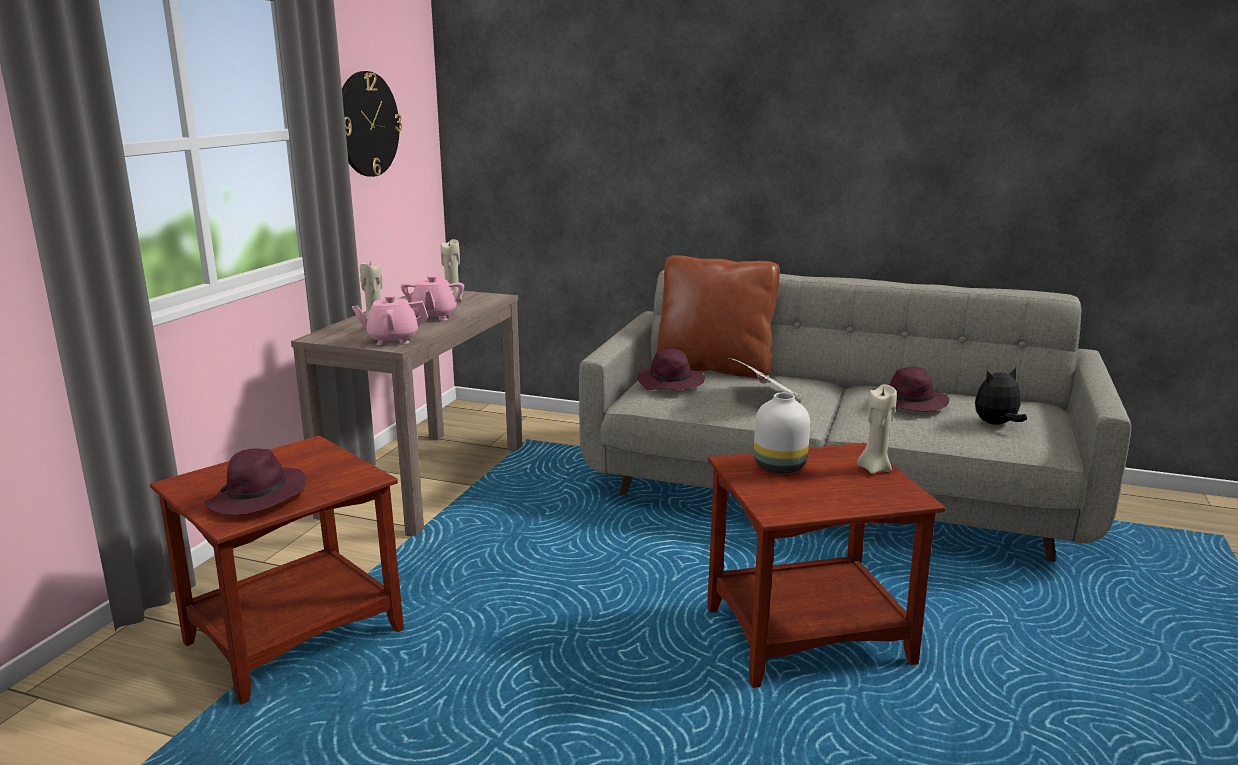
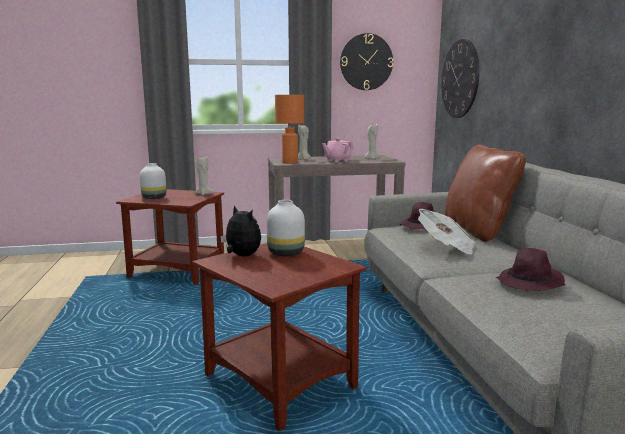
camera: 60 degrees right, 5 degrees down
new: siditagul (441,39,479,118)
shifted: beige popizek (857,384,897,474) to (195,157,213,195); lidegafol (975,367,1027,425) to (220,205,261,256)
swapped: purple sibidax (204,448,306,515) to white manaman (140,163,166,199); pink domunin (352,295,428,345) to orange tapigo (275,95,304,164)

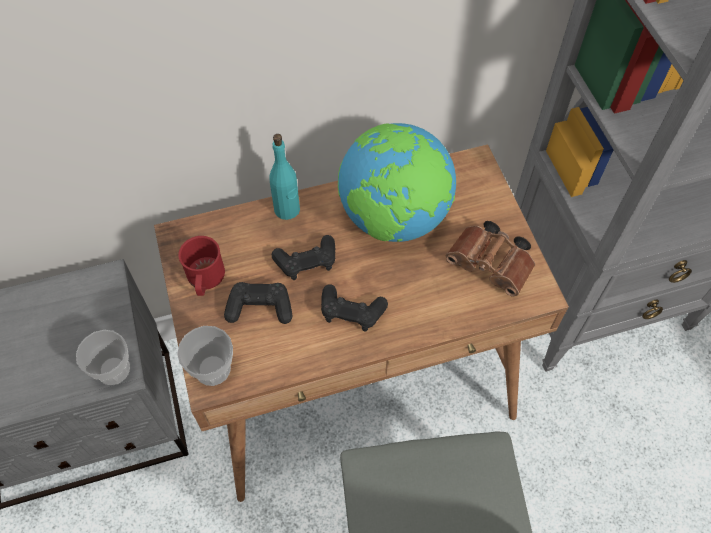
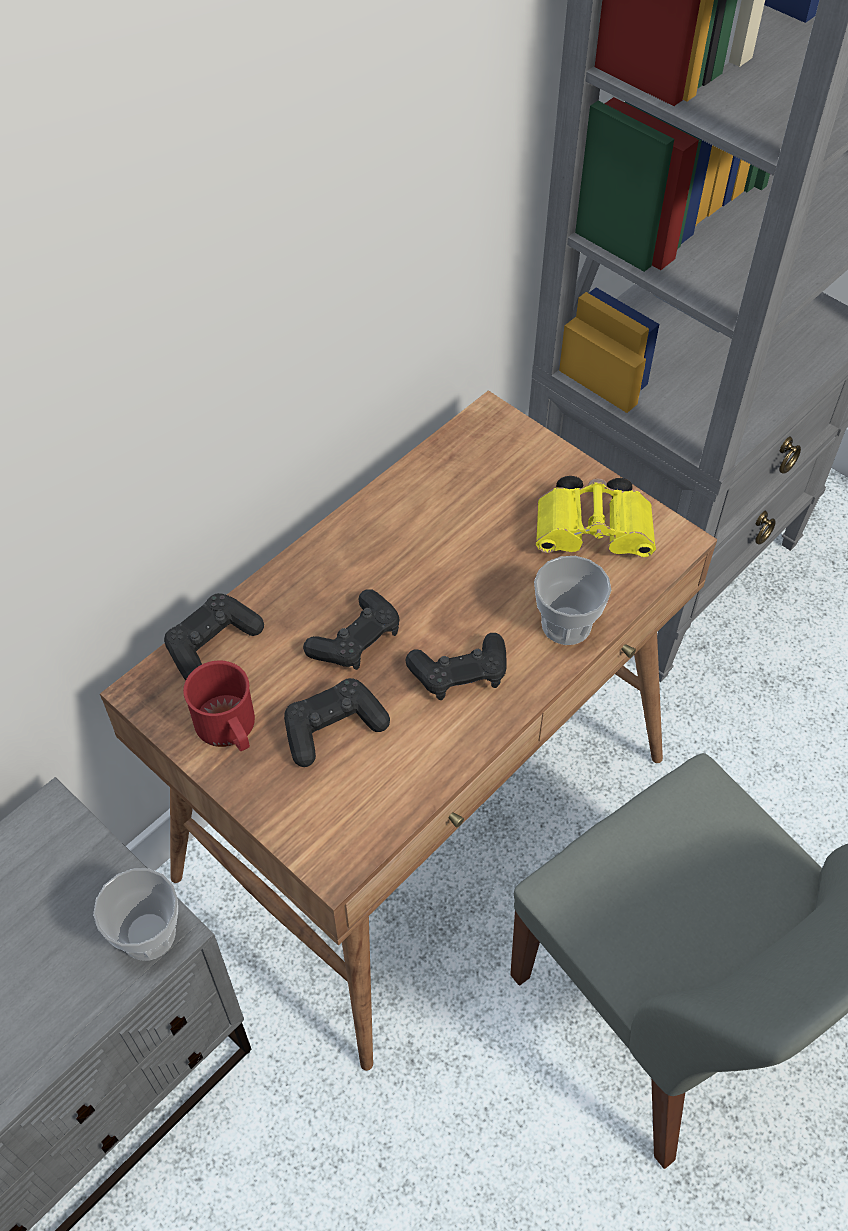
camera: 30 degrees left, 5 degrees down
gone: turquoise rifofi (269,134,300,220); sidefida (338,123,456,242)
new: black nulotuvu (164,593,264,681)
shifted: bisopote (177,326,233,386) to (534,556,611,645)
repainted: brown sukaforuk (446,221,535,297) to yellow sukaforuk (536,476,656,557)

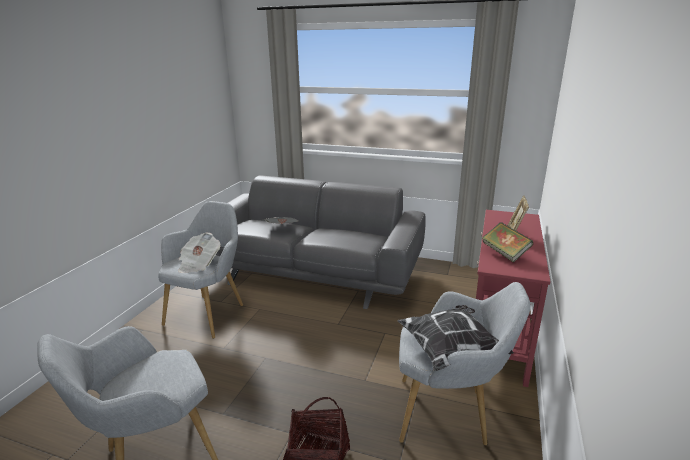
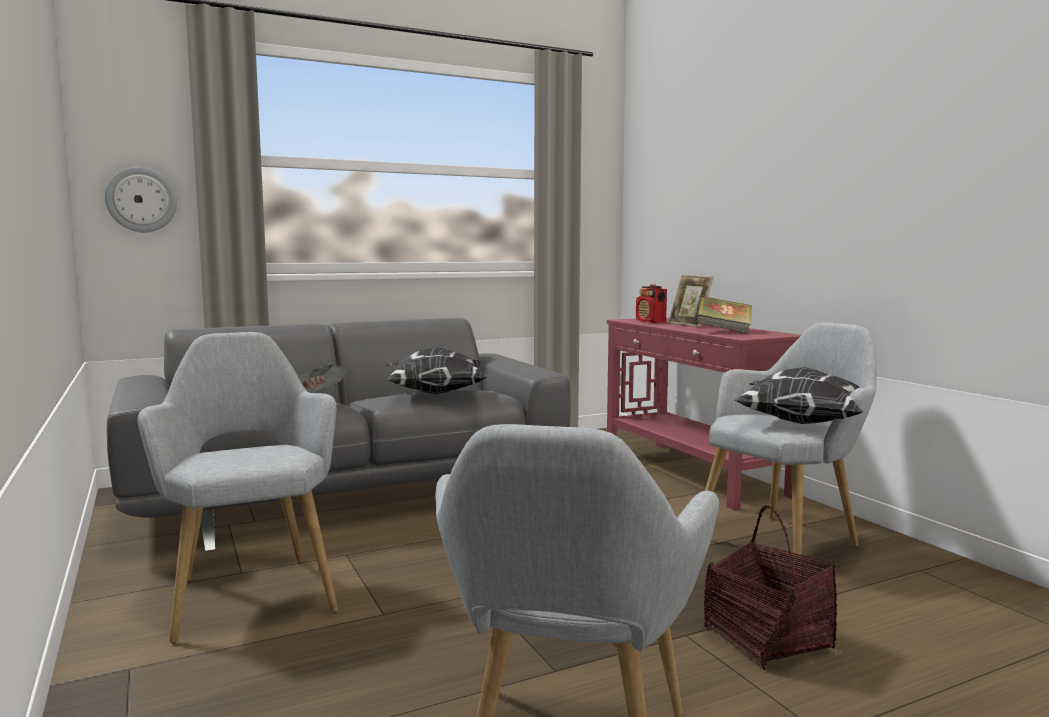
camera: 45 degrees left, 15 degrees down
gone: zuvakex (178,233,220,273)
new: siditagul (105,167,177,232); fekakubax (386,347,488,394); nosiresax (636,284,667,323)

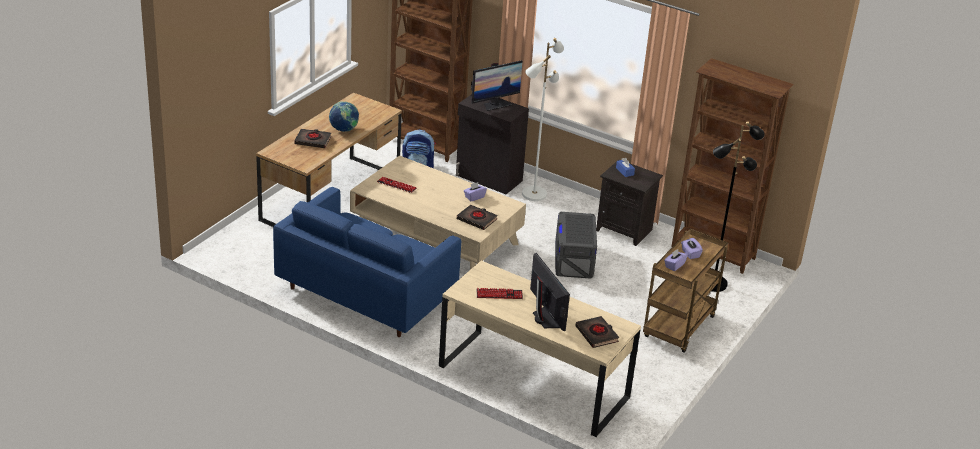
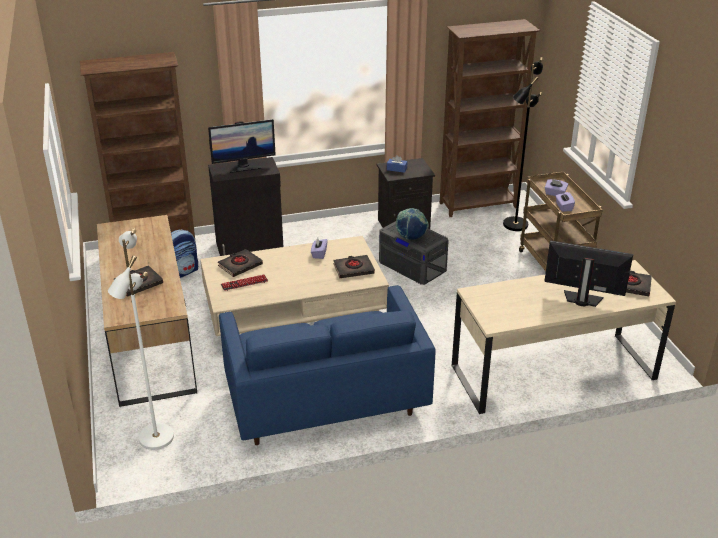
camera: 45 degrees left, 0 degrees up
gone: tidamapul (477,288,523,299)
new: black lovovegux (218,249,263,277)
shifted: sidefida (329,102,359,132) to (396,208,429,240); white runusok (522,38,564,201) to (108,229,174,450)
rotated: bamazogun (471,60,523,111) = (208,119,276,173) 60 degrees clockwise

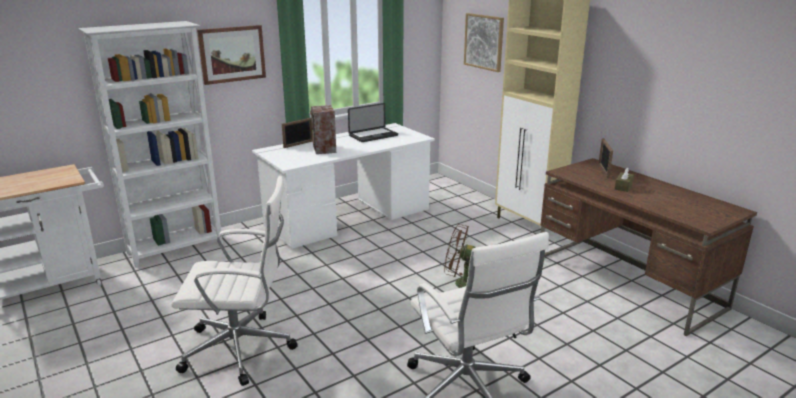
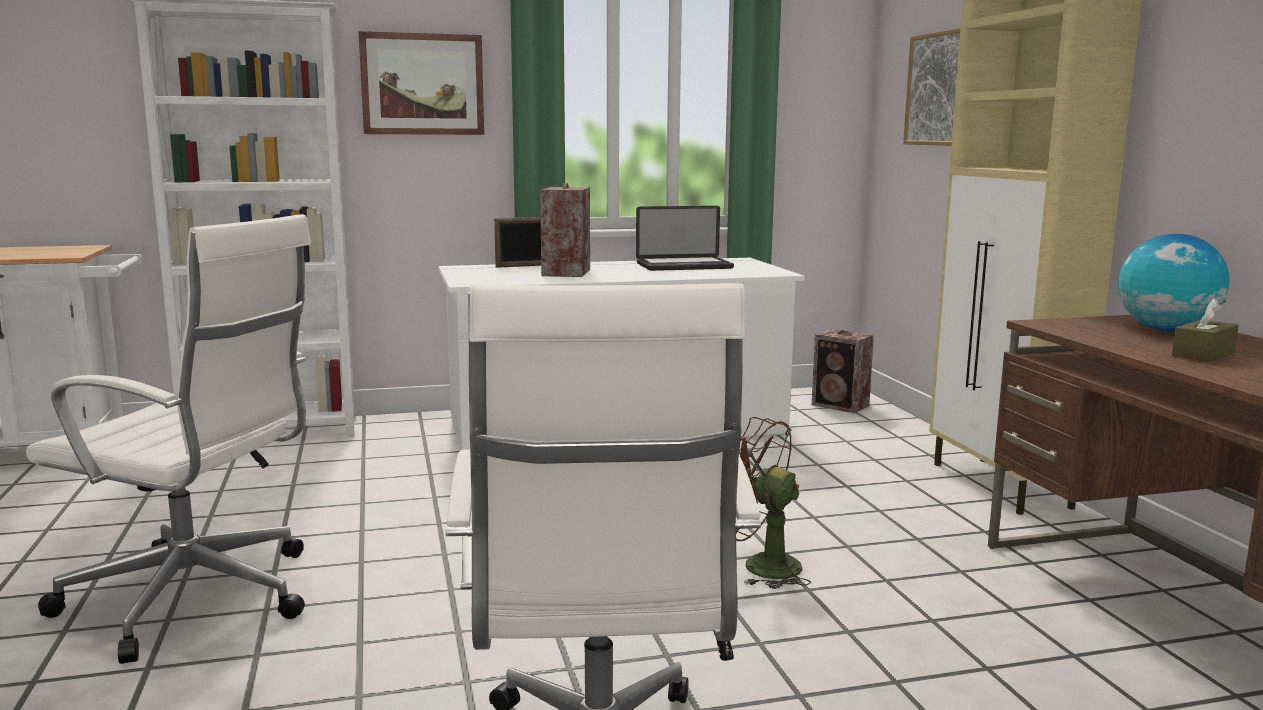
camera: 20 degrees right, 10 degrees down
new: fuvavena (812,329,874,413)
swapped: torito (598,138,613,178) to sidefida (1118,234,1230,332)

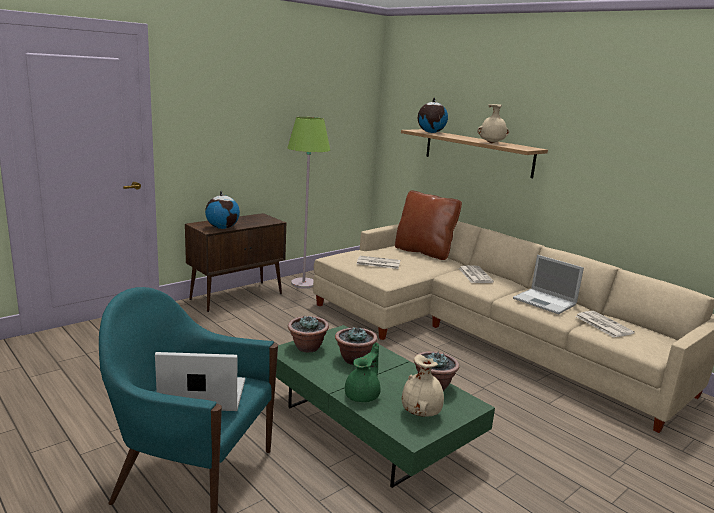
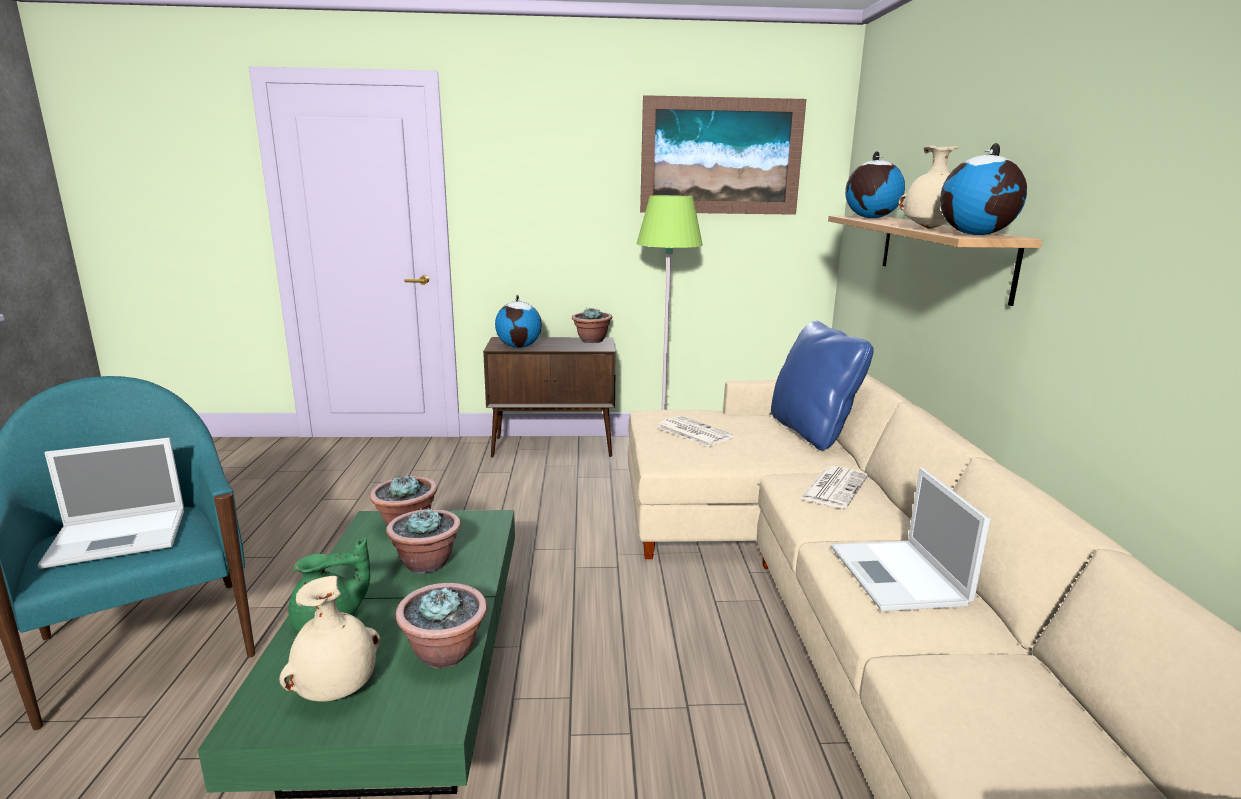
camera: 40 degrees right, 0 degrees up
gone: zuvakex (575,311,635,337)
new: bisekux (572,308,612,343); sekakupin (640,95,806,215); sidefida (940,143,1027,235)
repainted: brown fekakubax (395,190,462,260) to blue fekakubax (771,320,874,450)
rotated: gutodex (155,352,245,411) = (38,438,184,569) 120 degrees clockwise

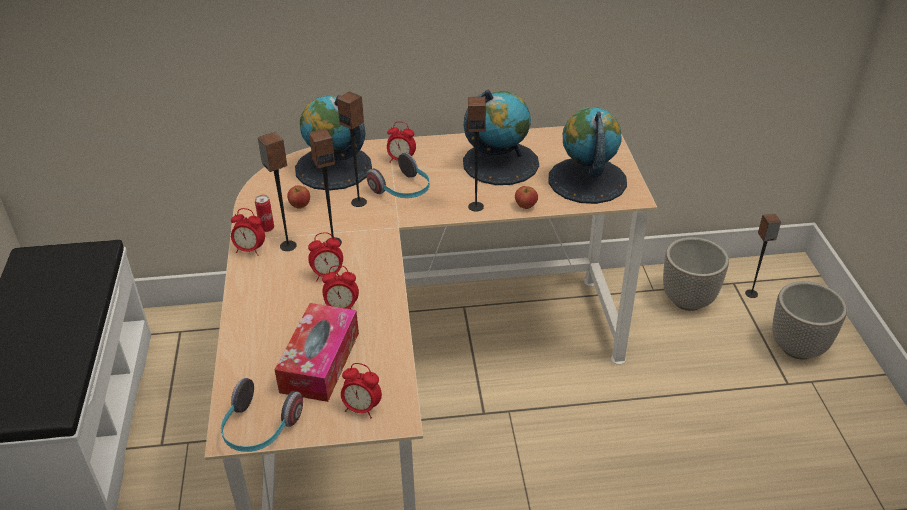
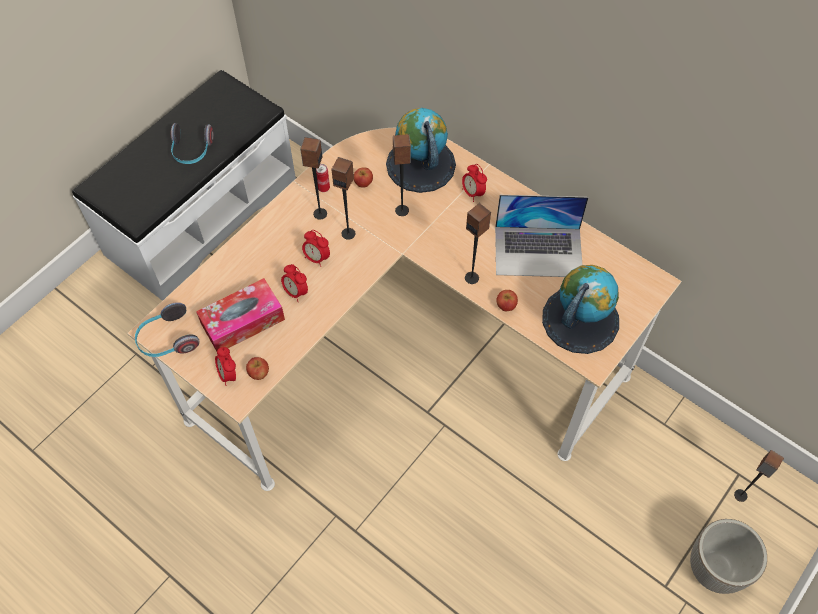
camera: 45 degrees right, 20 degrees up
gone: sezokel (231,208,265,256); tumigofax (663,237,729,311)
new: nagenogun (246,357,269,380)
shifted: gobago (366,153,430,198) to (171,123,214,164)
swapped: sidefida (463,89,539,185) to gutodex (495,195,589,277)

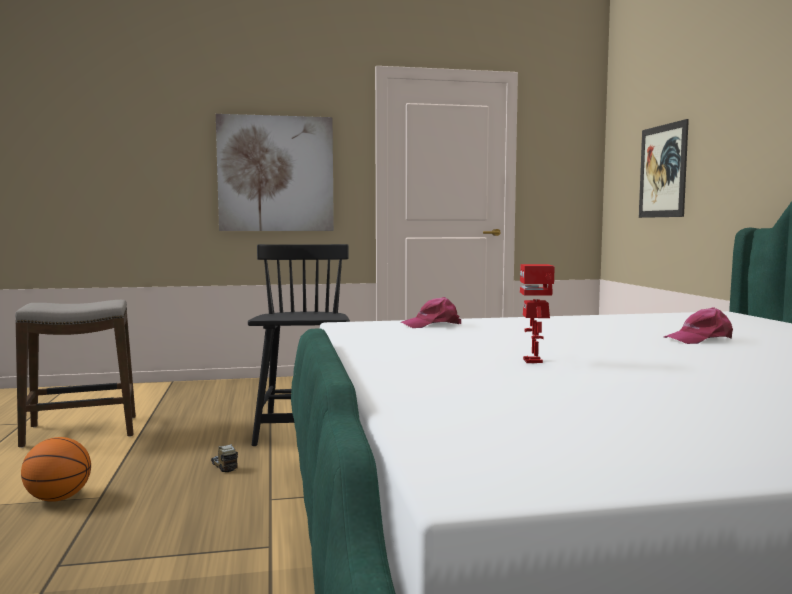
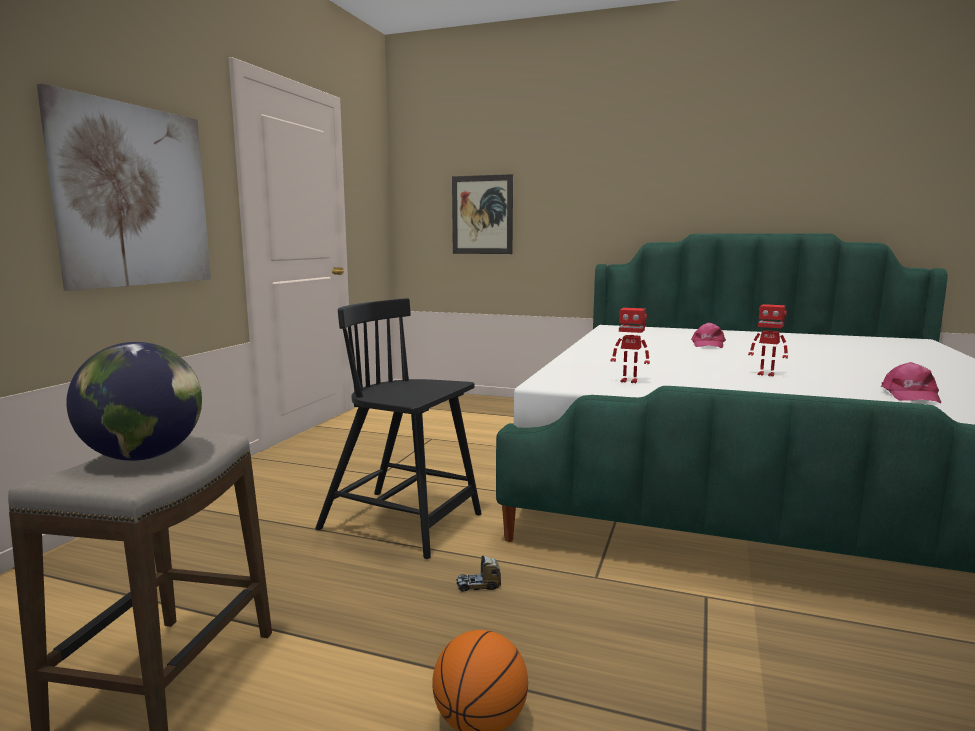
camera: 60 degrees left, 5 degrees up
new: sidefida (66,342,202,461); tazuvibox (611,308,650,383)
shifted: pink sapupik (401,297,461,328) to (881,362,941,403)

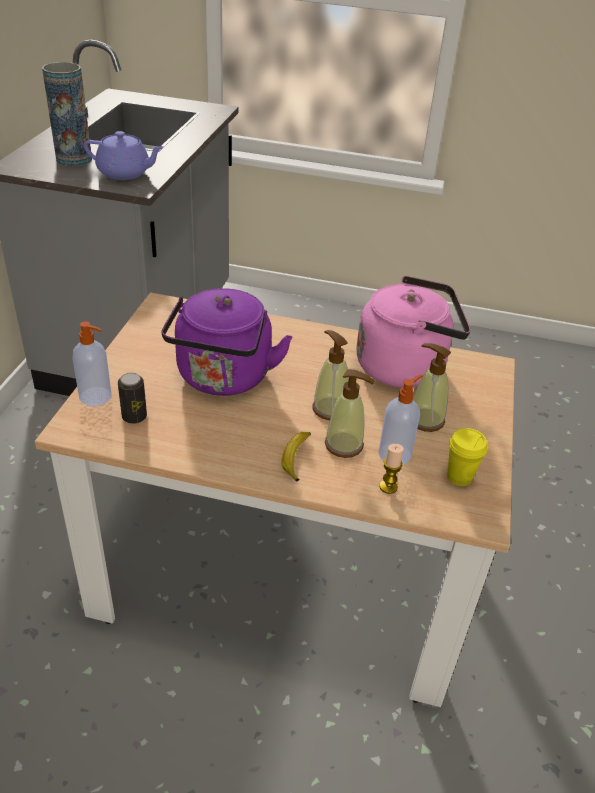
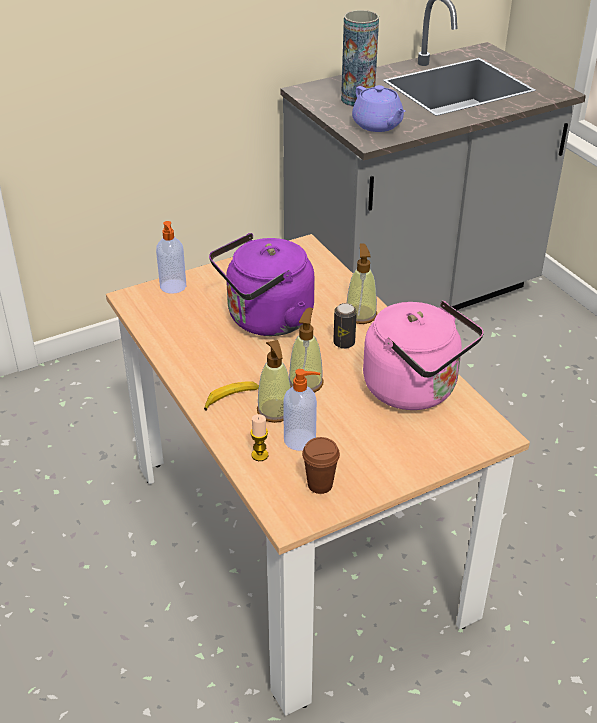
camera: 50 degrees right, 0 degrees up
shifted: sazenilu (118,373,147,424) to (333,303,357,349); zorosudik (413,343,451,432) to (347,243,377,324)
repainted: yellow bisopote (447,428,488,486) to brown bisopote (302,437,340,494)

